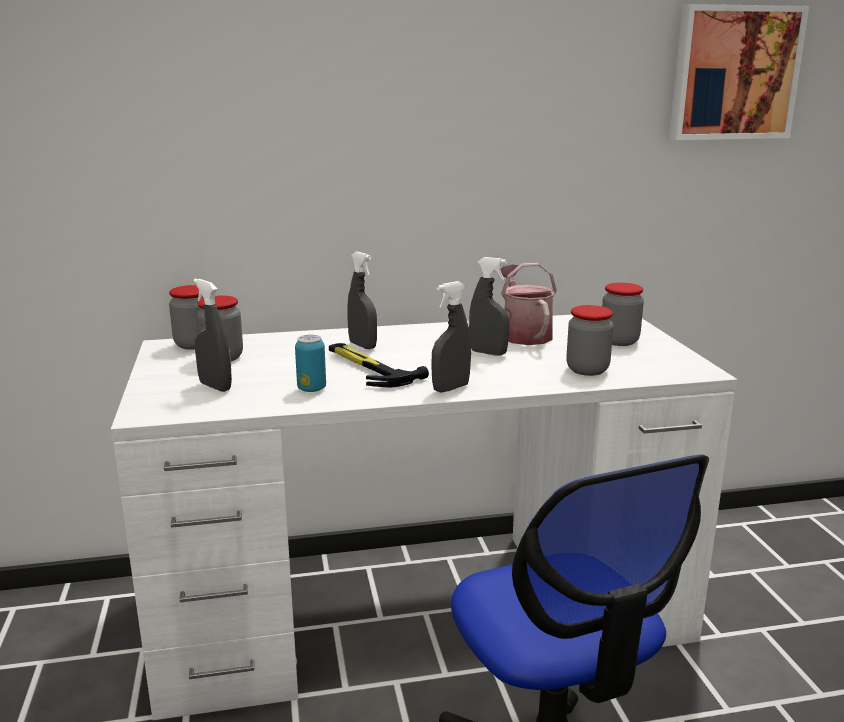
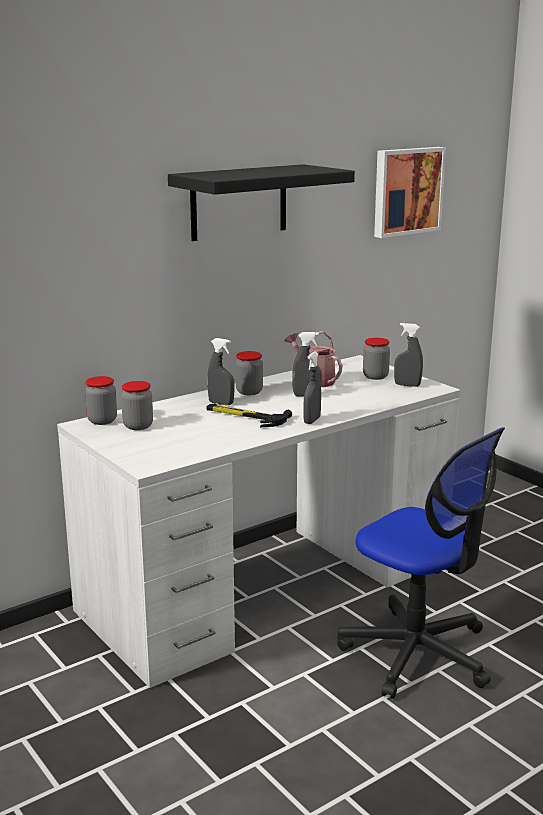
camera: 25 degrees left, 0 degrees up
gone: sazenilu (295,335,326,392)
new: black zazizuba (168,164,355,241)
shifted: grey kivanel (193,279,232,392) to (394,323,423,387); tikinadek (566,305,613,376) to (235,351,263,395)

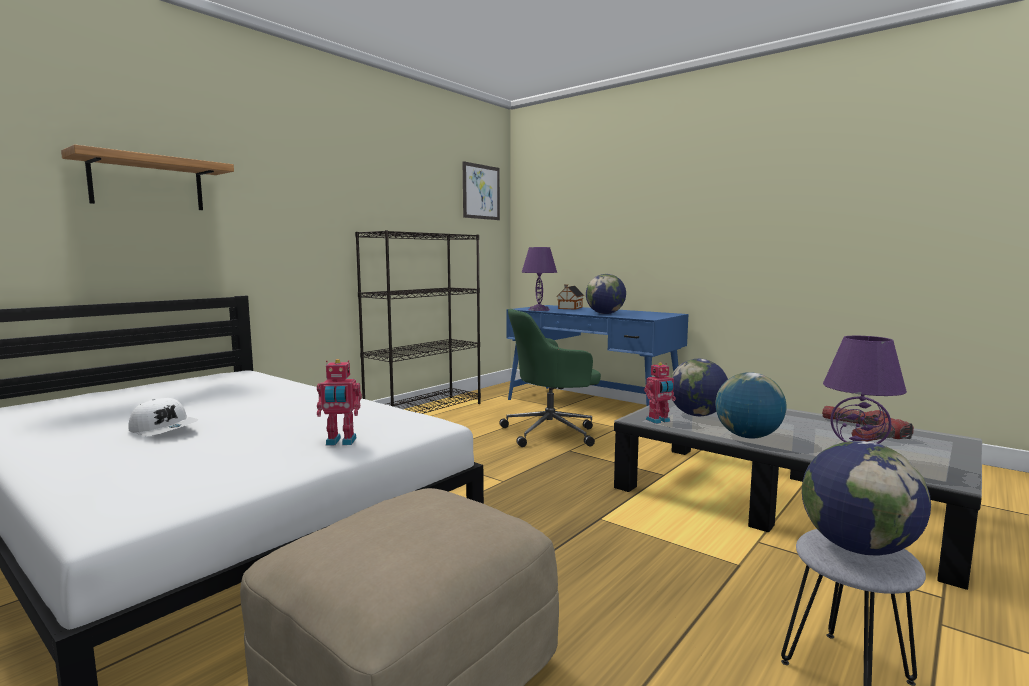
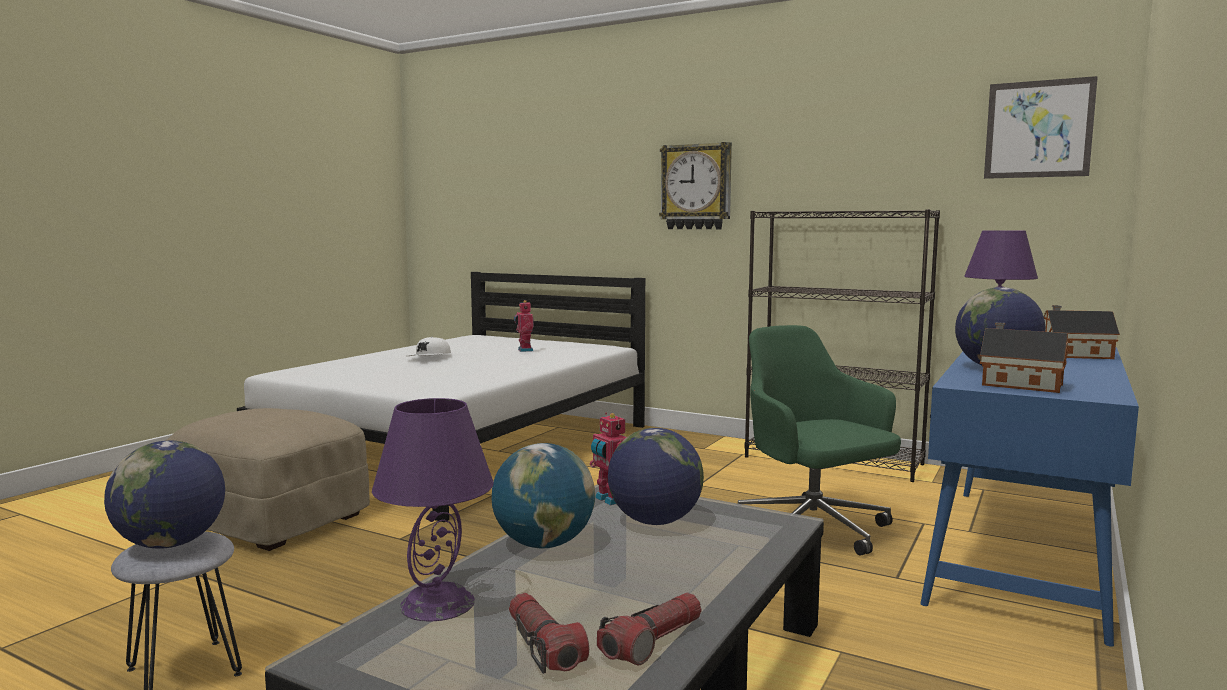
camera: 80 degrees right, 0 degrees up
gone: zazizuba (61,144,234,210)
new: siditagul (659,142,732,229); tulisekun (980,322,1068,393)
shifted: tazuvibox (317,359,362,446) to (514,300,534,352)

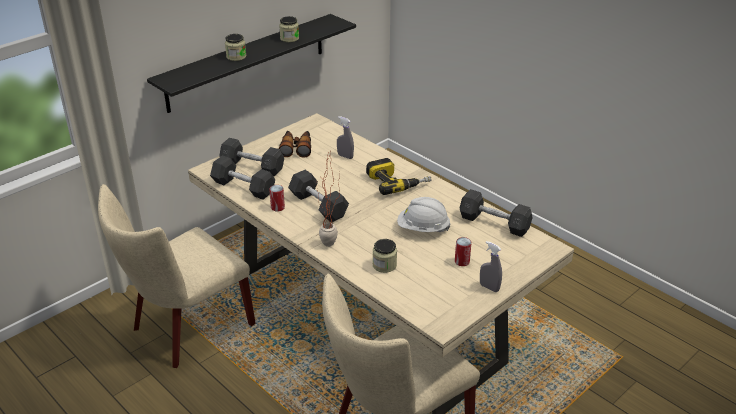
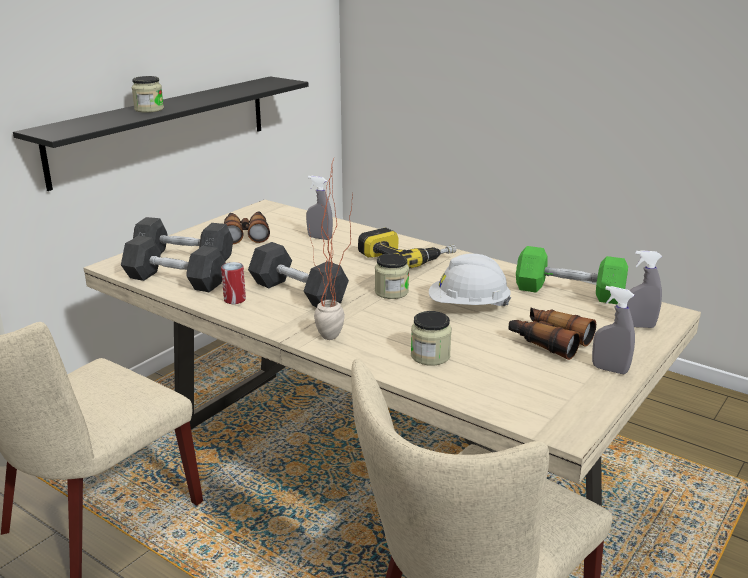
camera: 10 degrees left, 10 degrees down
new: grey kivanel (627,250,662,328)
shifted: tikinadek (279,16,299,42) to (375,253,409,299)
swapped: sazenilu (455,237,471,266) to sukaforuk (508,308,596,360)
repainted: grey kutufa (459,189,533,237) to green kutufa (516,246,628,304)

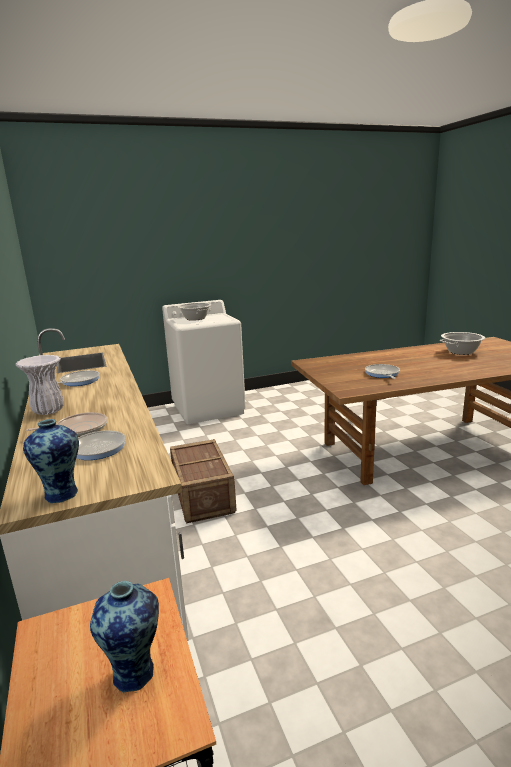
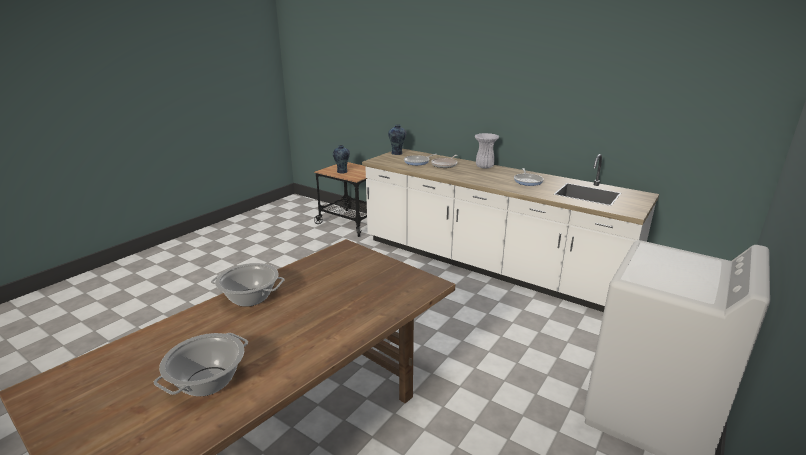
camera: 145 degrees right, 5 degrees up
gone: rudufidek (170,439,237,524); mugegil (365,364,400,379)
shifted: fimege (178,303,211,321) to (211,263,285,307)

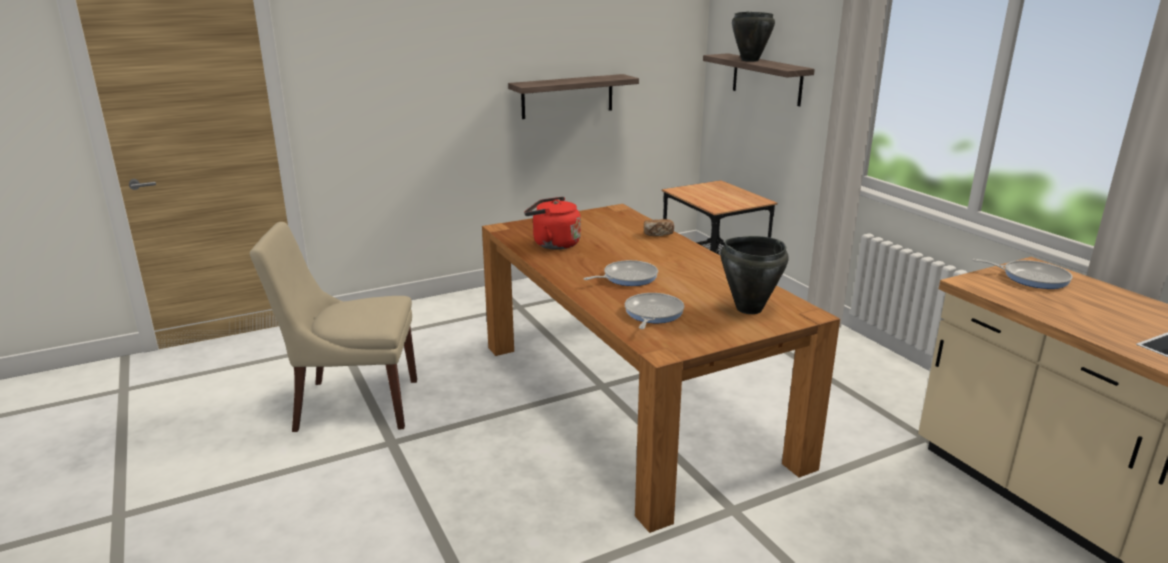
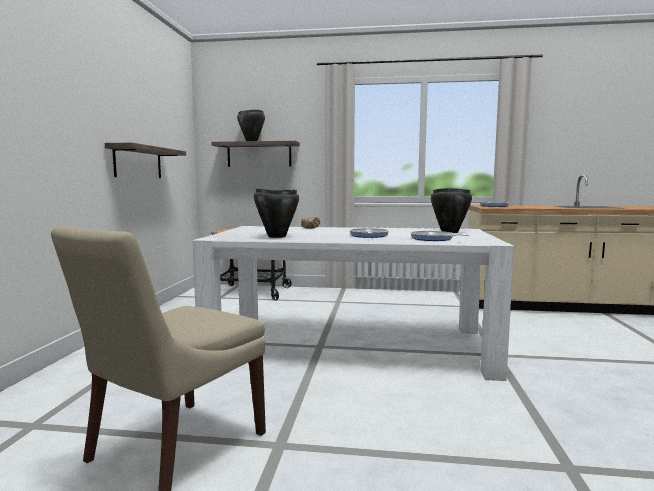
camera: 55 degrees left, 15 degrees down
swapped: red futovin (524,197,581,250) to black fimege (254,188,299,238)
repainted: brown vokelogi (482,204,840,533) to white vokelogi (193,226,514,381)

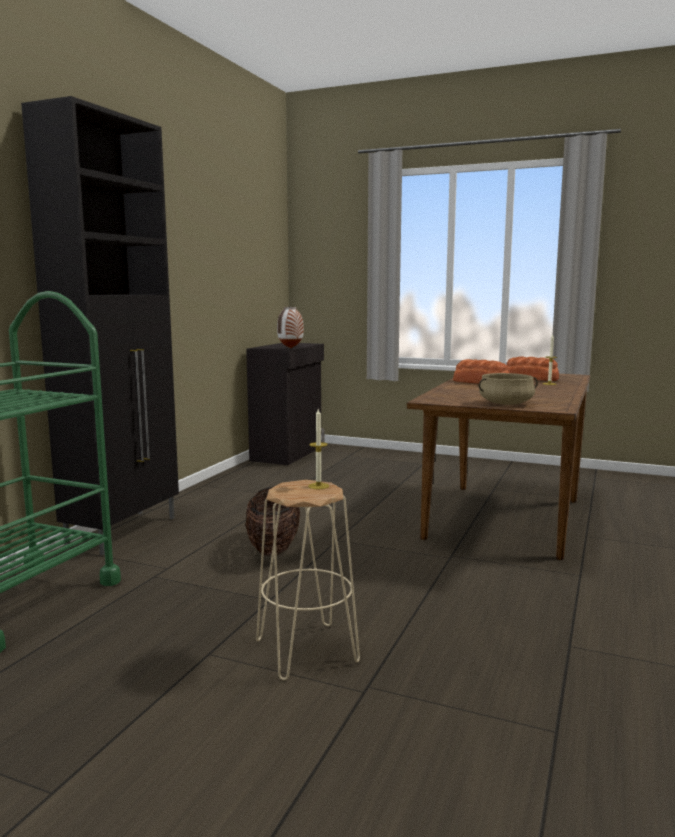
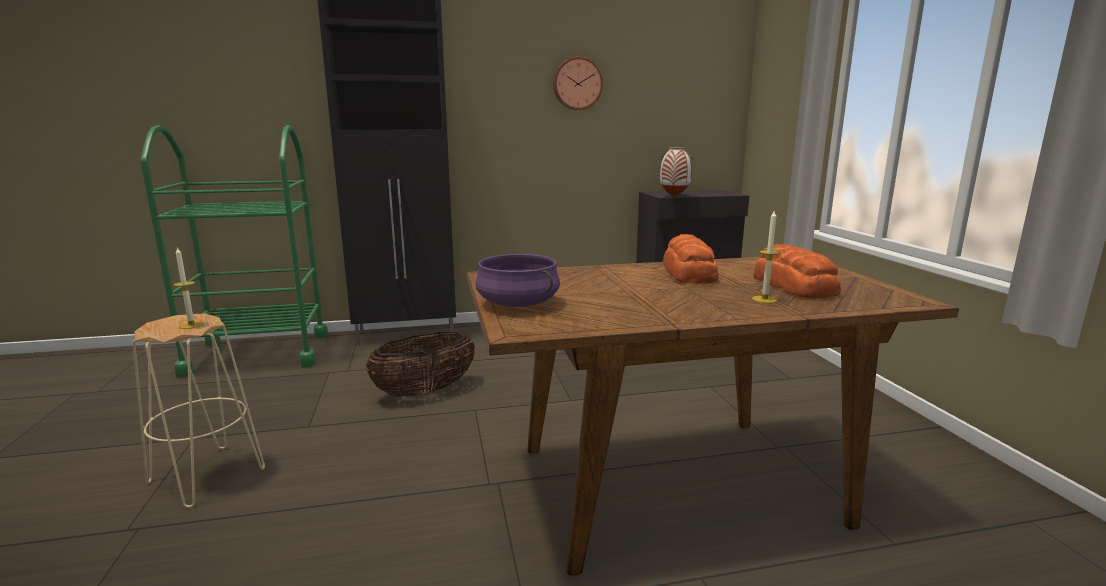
camera: 55 degrees right, 5 degrees up
new: siditagul (553,57,603,110)
repainted: beige fimege (479,373,538,405) to purple fimege (475,254,560,307)

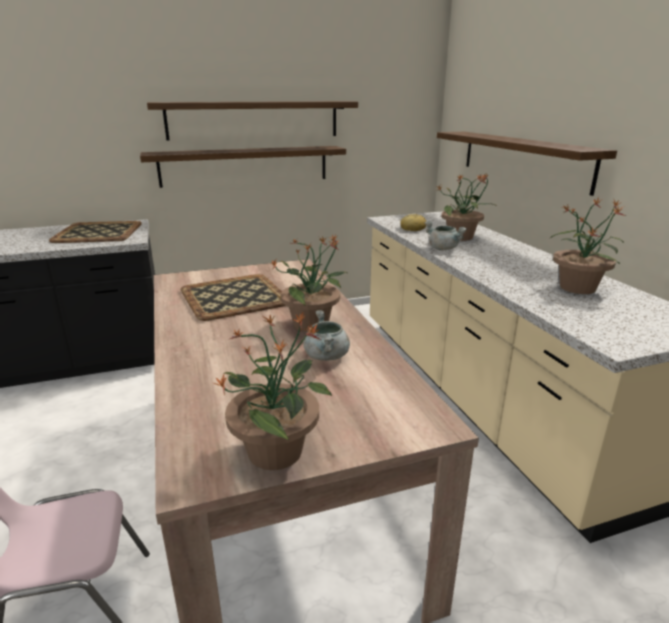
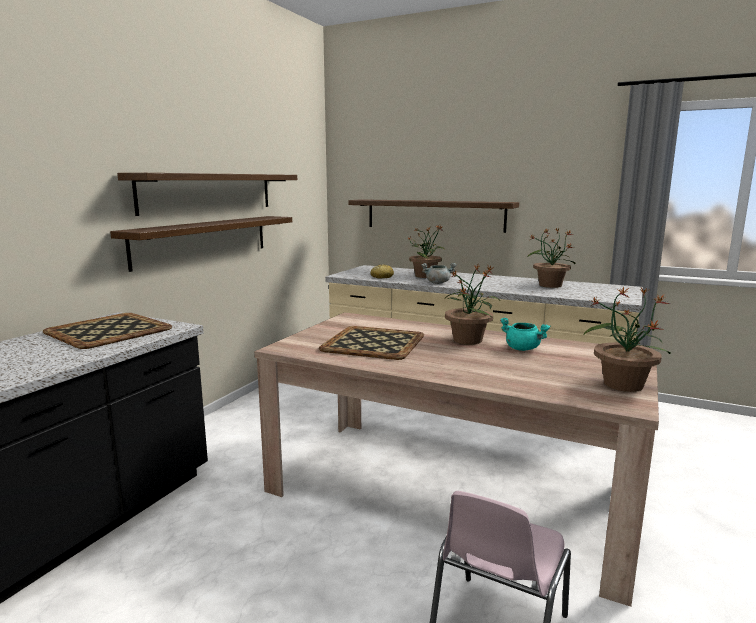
camera: 45 degrees left, 10 degrees down
repainted: grey fimege (303,310,350,361) to turquoise fimege (500,318,551,351)

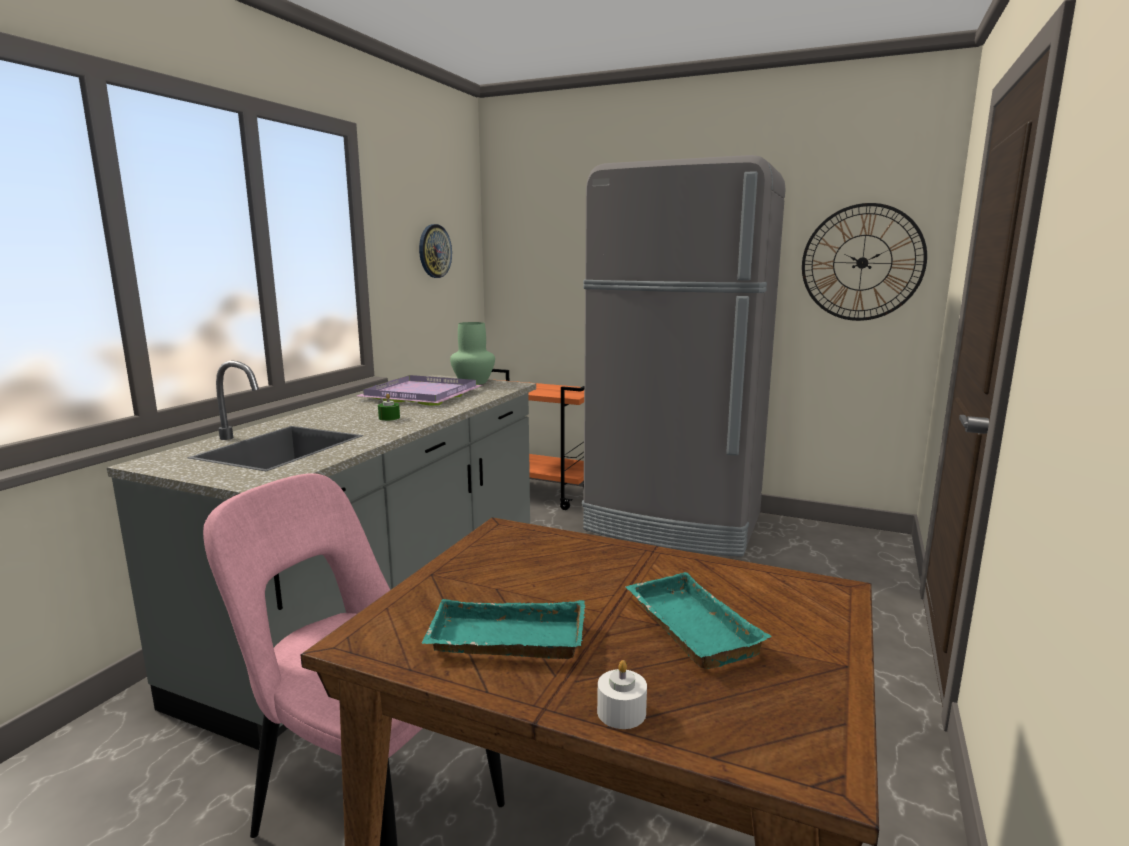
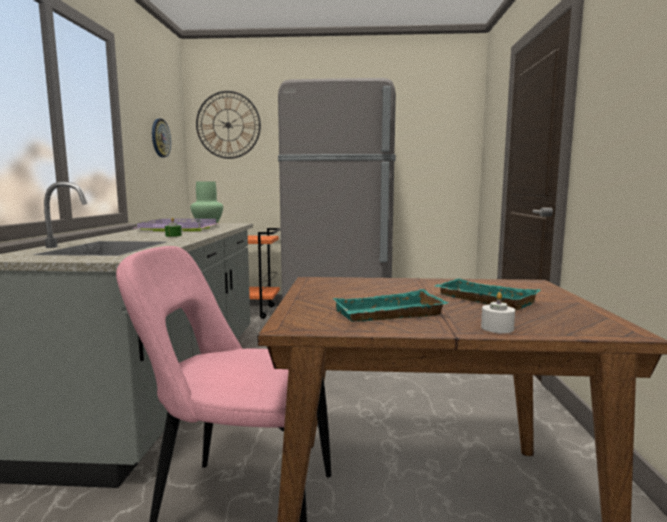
camera: 20 degrees left, 5 degrees down
shifted: siditagul (802,203,927,321) to (196,91,261,159)

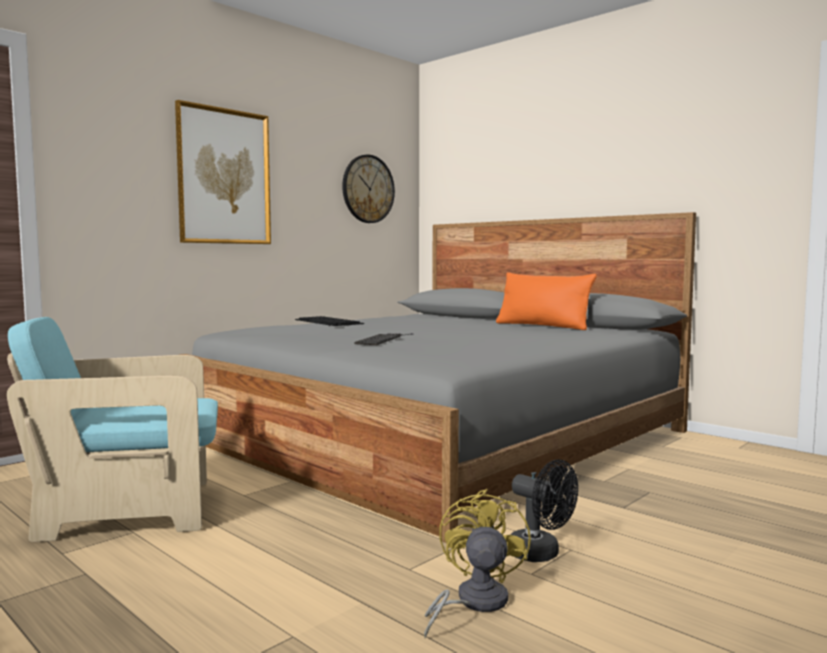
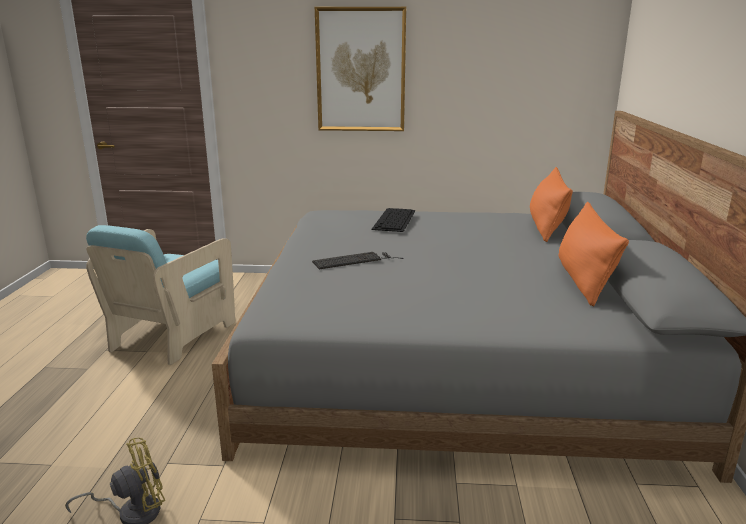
camera: 50 degrees right, 15 degrees up
gone: siditagul (342,154,395,223); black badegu (510,460,578,562)
new: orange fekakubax (530,167,573,242)
rotated: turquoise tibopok (7,317,218,542) = (86,225,235,365) 105 degrees counterclockwise

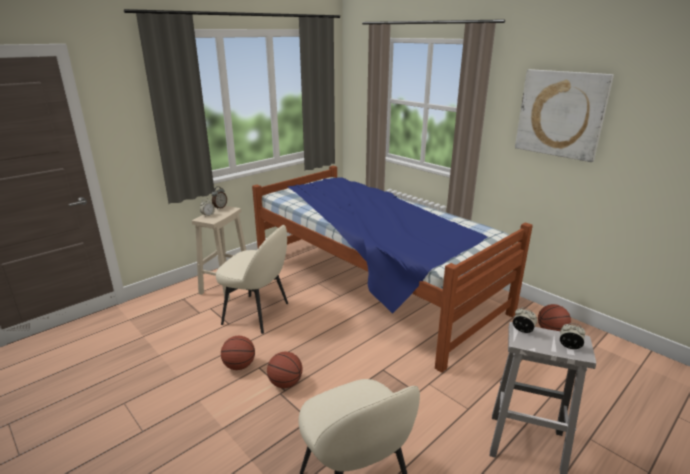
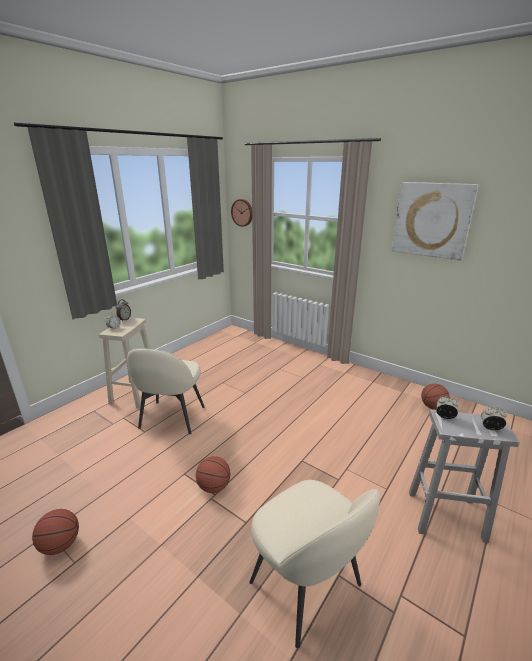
camera: 10 degrees left, 0 degrees up
gone: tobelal (252,166,533,373)
new: siditagul (231,199,252,227)
shifted: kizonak (221,336,255,370) to (32,509,79,555)
rotated: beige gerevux (216,225,288,334) = (127,348,205,434) 90 degrees clockwise

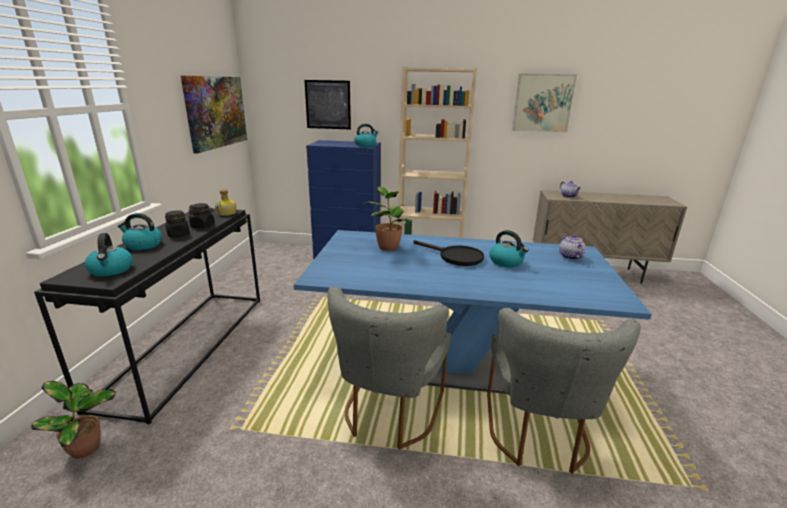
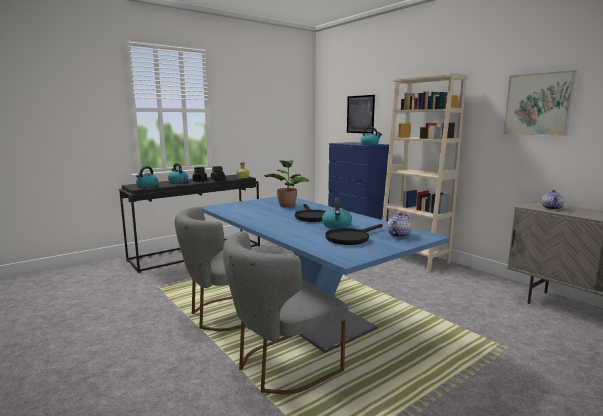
camera: 45 degrees right, 10 degrees down
gone: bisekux (31,381,116,458); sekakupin (181,76,247,154)
new: black mugegil (325,224,383,245)

